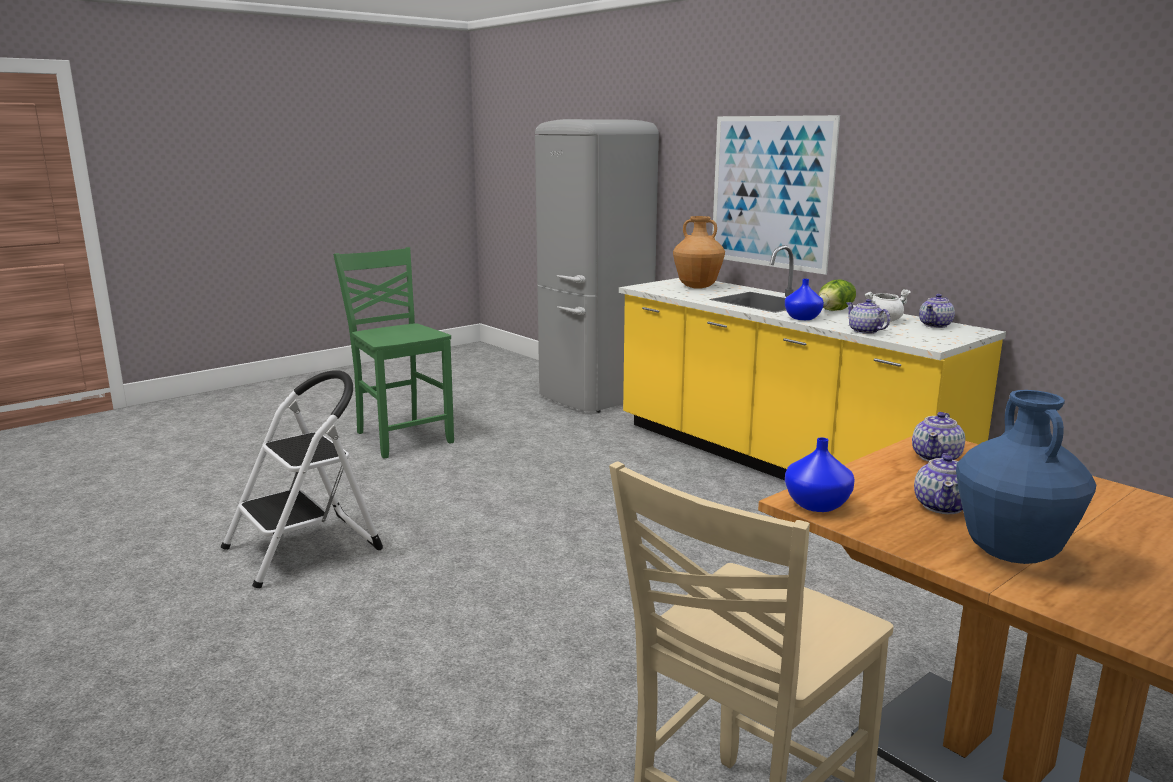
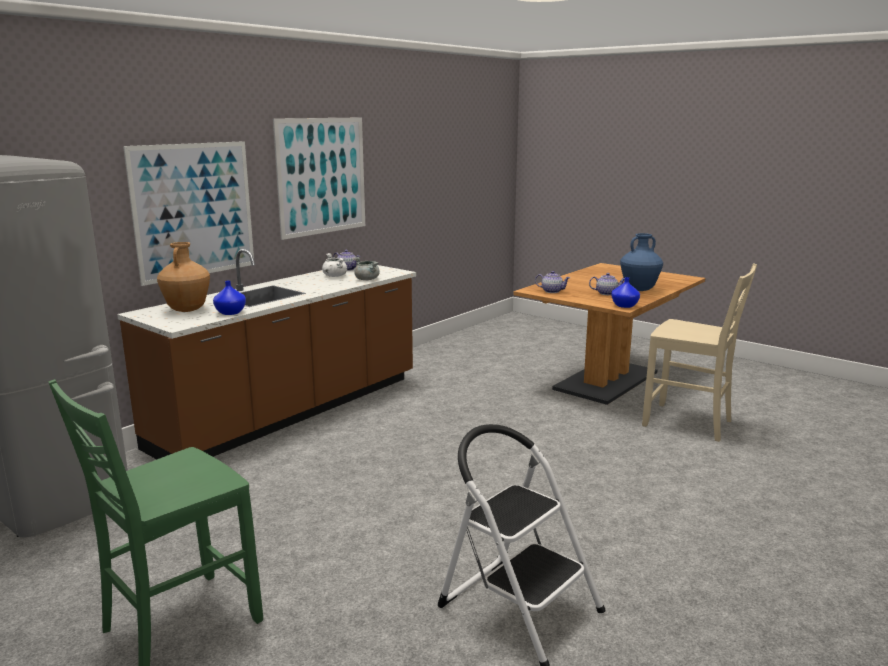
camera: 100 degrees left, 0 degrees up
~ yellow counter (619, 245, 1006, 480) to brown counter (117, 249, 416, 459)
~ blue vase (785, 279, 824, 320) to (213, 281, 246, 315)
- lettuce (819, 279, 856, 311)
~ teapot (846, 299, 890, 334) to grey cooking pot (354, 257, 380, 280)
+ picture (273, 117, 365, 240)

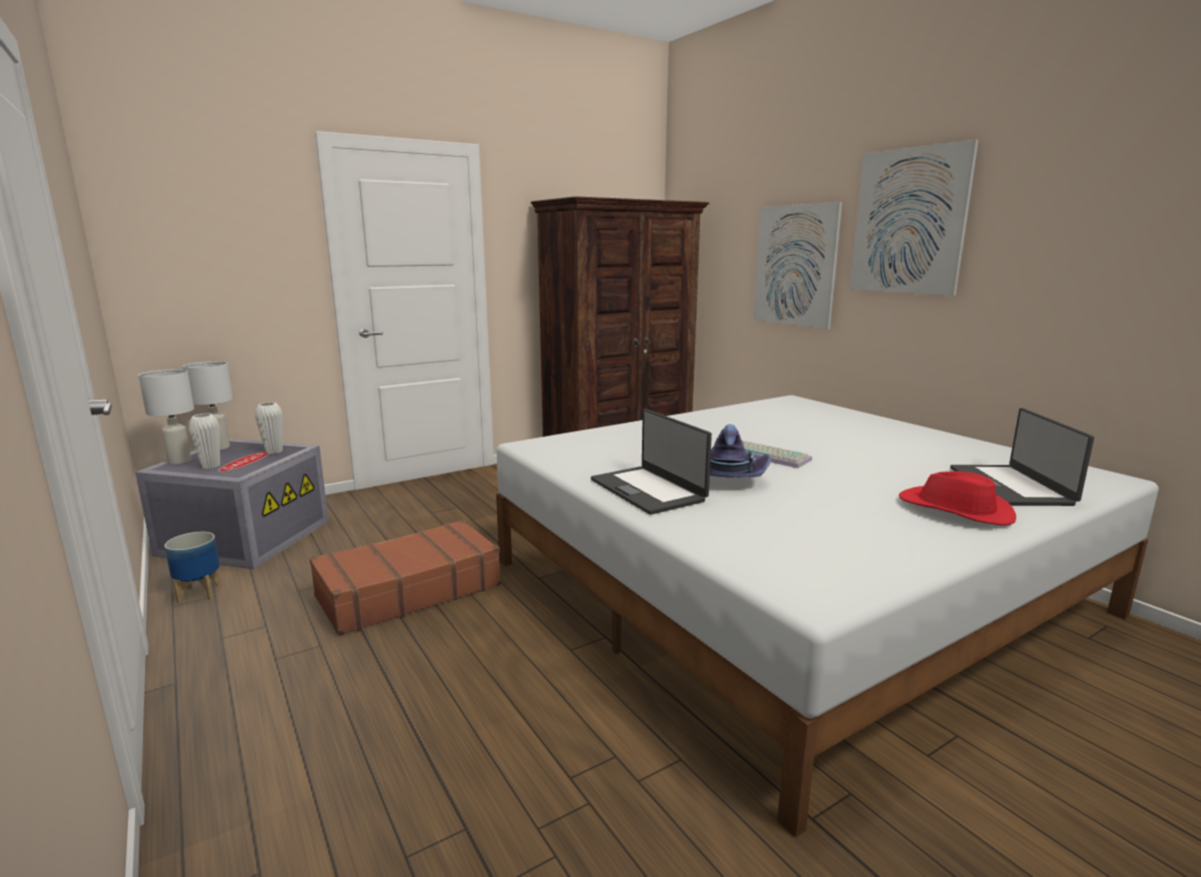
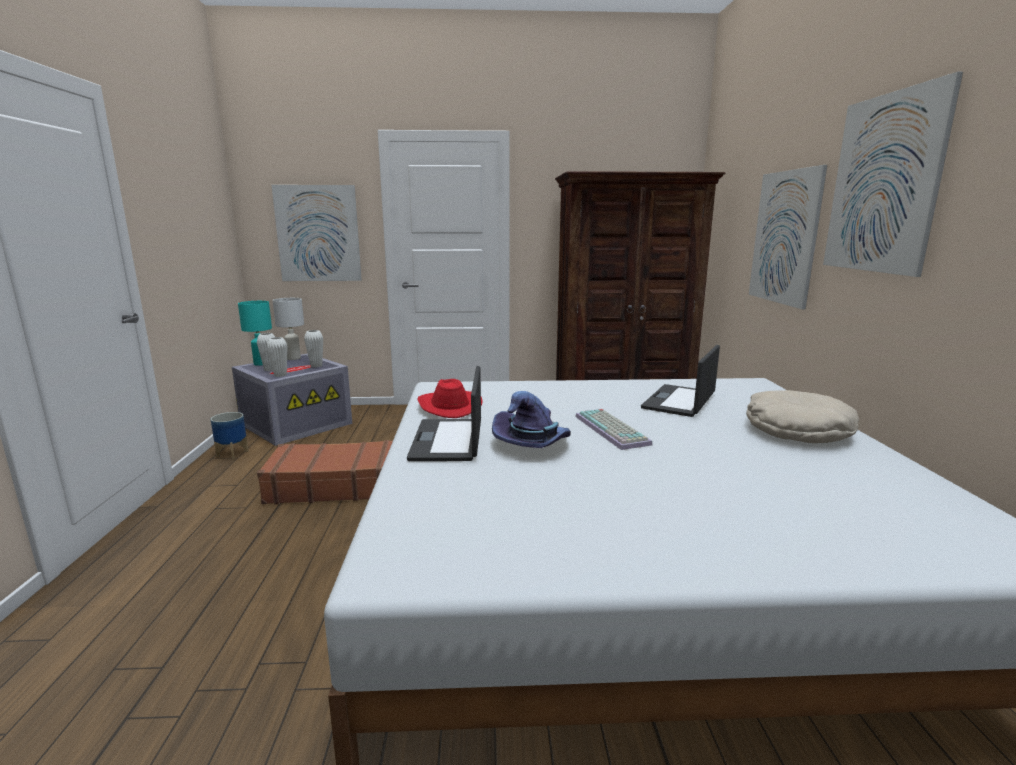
camera: 30 degrees right, 0 degrees up
~ white table lamp (138, 369, 194, 464) to turquoise table lamp (238, 301, 272, 366)
~ laptop (950, 408, 1094, 506) to (641, 345, 720, 417)
~ red hat (899, 471, 1016, 526) to (418, 379, 483, 418)
+ picture (271, 185, 362, 281)
+ white vase (267, 337, 287, 377)
+ beige pillow (746, 390, 859, 443)

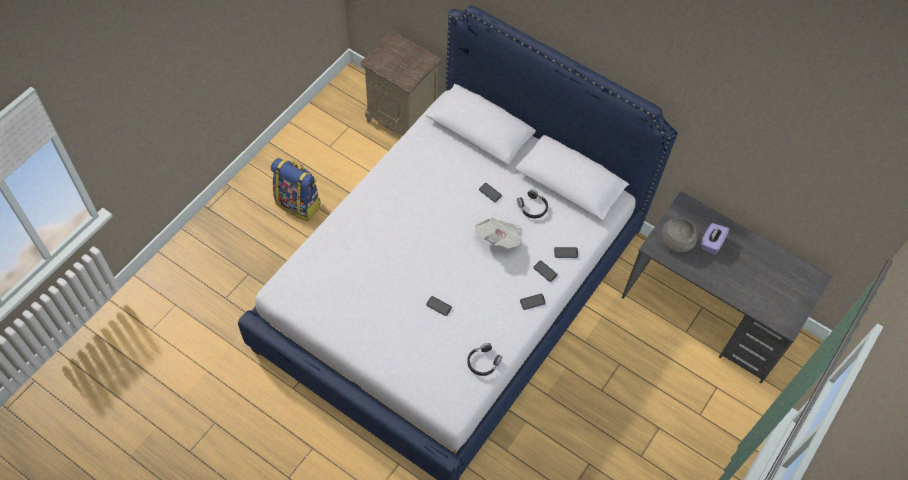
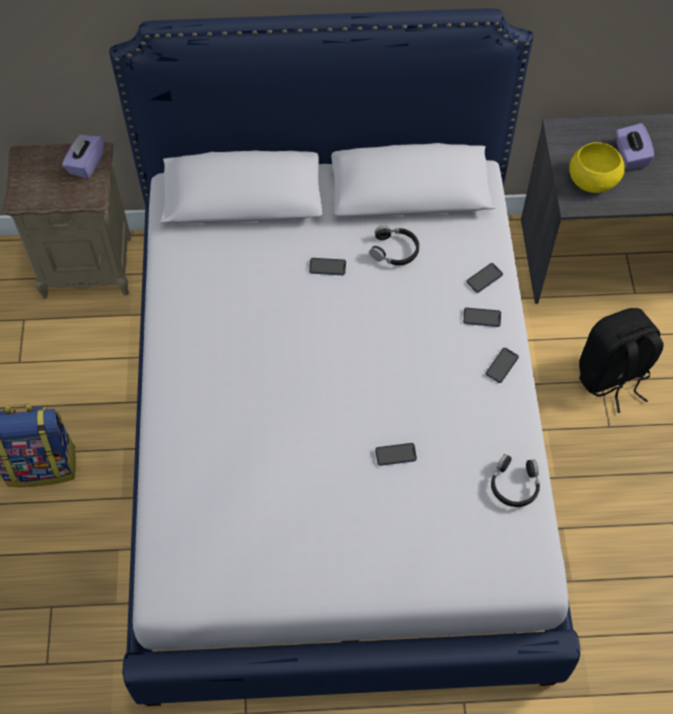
camera: 35 degrees left, 0 degrees up
- newspaper (475, 218, 522, 248)
~ grey bowl (661, 218, 698, 252) to yellow bowl (569, 142, 625, 193)
+ purple tissue box (62, 134, 104, 179)
+ black backpack (579, 308, 664, 413)

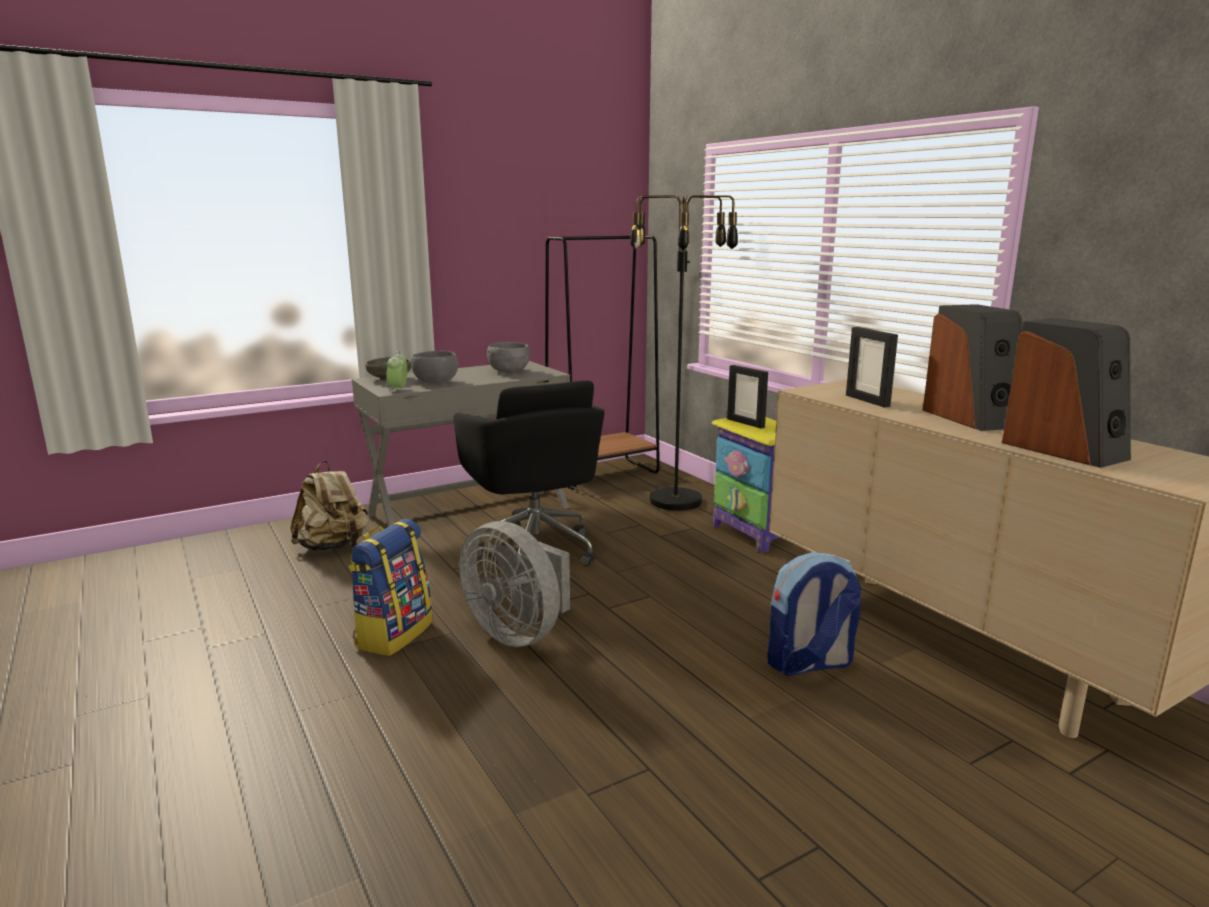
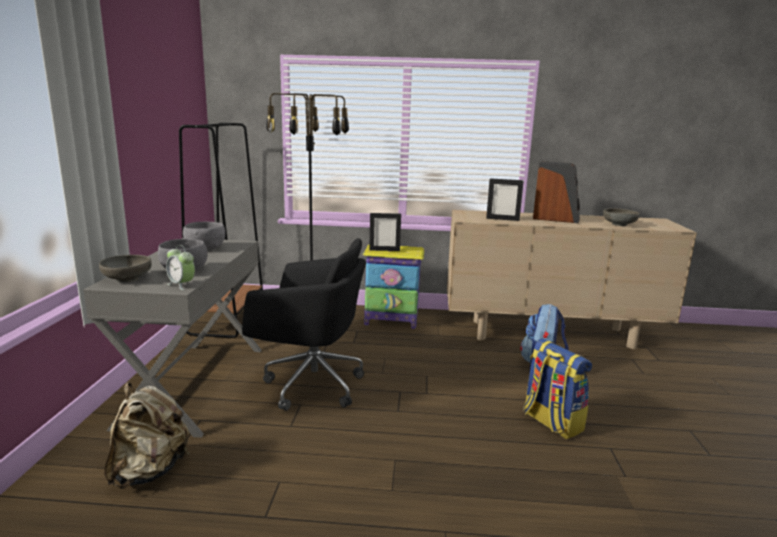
camera: 55 degrees left, 0 degrees up
~ speaker (1002, 318, 1131, 468) to grey bowl (603, 208, 640, 226)
~ backpack (348, 519, 433, 656) to (523, 338, 592, 439)
- grey fan (459, 521, 570, 647)

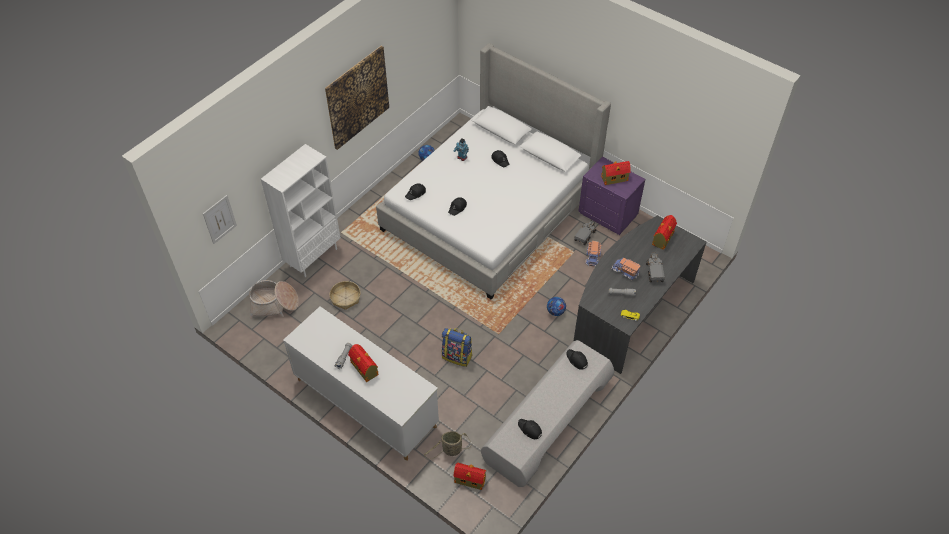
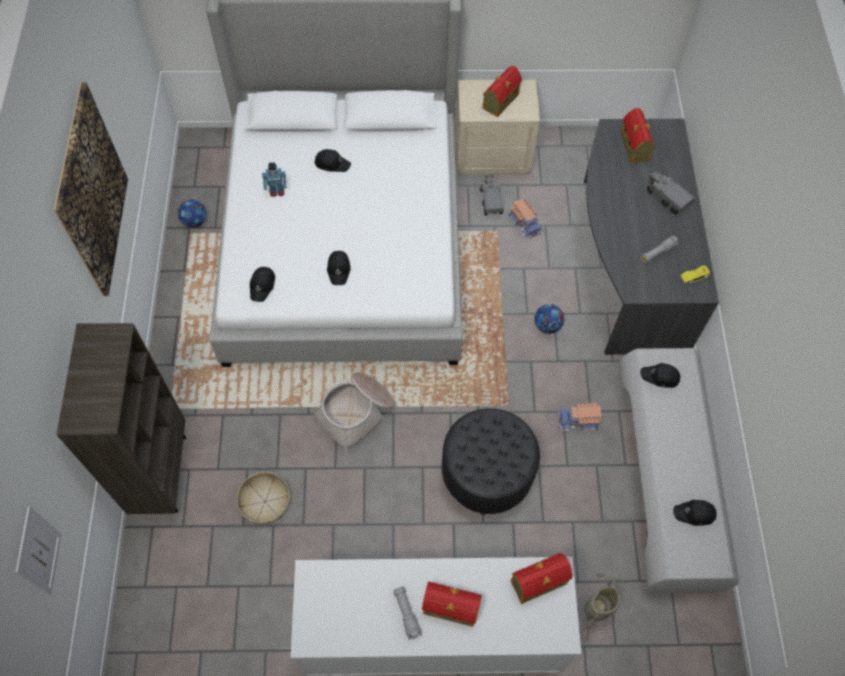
camera: 40 degrees left, 10 degrees up
~ white bookcase (261, 144, 341, 277) to brown bookcase (57, 323, 186, 514)
~ purple nightstand (578, 157, 645, 235) to beige nightstand (455, 80, 540, 175)
~ toy truck (612, 257, 640, 280) to (557, 403, 602, 431)
~ basket (249, 280, 299, 319) to (312, 372, 395, 454)
~ backpack (442, 328, 473, 367) to black ottoman (442, 408, 540, 515)
~ toy house (453, 462, 487, 490) to (510, 553, 572, 604)

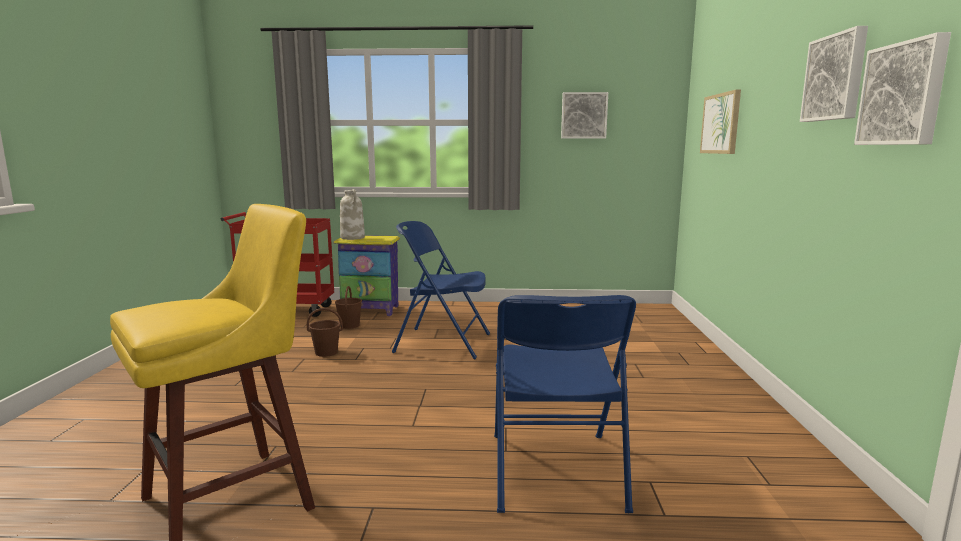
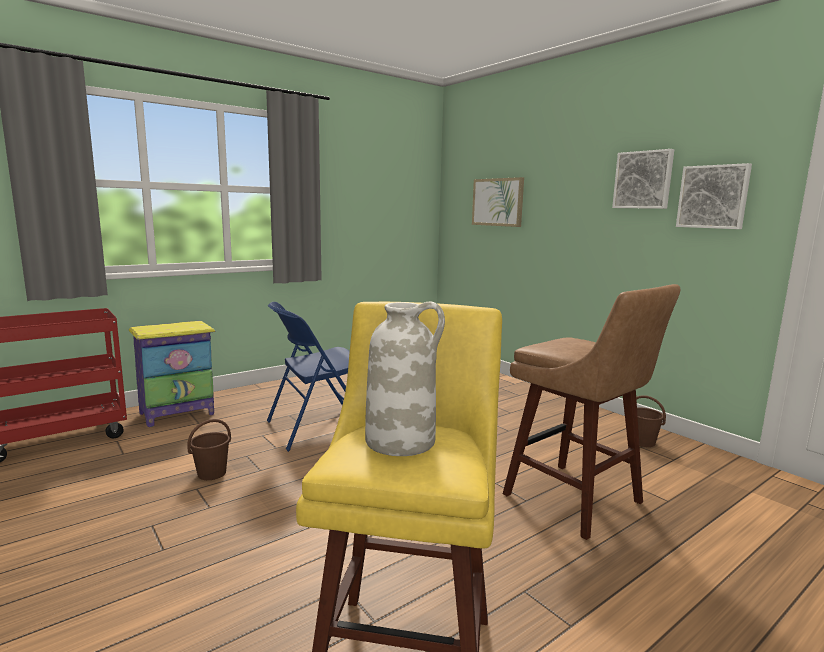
camera: 40 degrees left, 0 degrees up
- picture (561, 92, 608, 139)
~ white vase (340, 189, 365, 240) to (365, 302, 445, 456)
~ brown bucket (335, 286, 362, 329) to (636, 395, 666, 447)
~ blue chair (494, 295, 636, 513) to brown stool (503, 284, 681, 540)

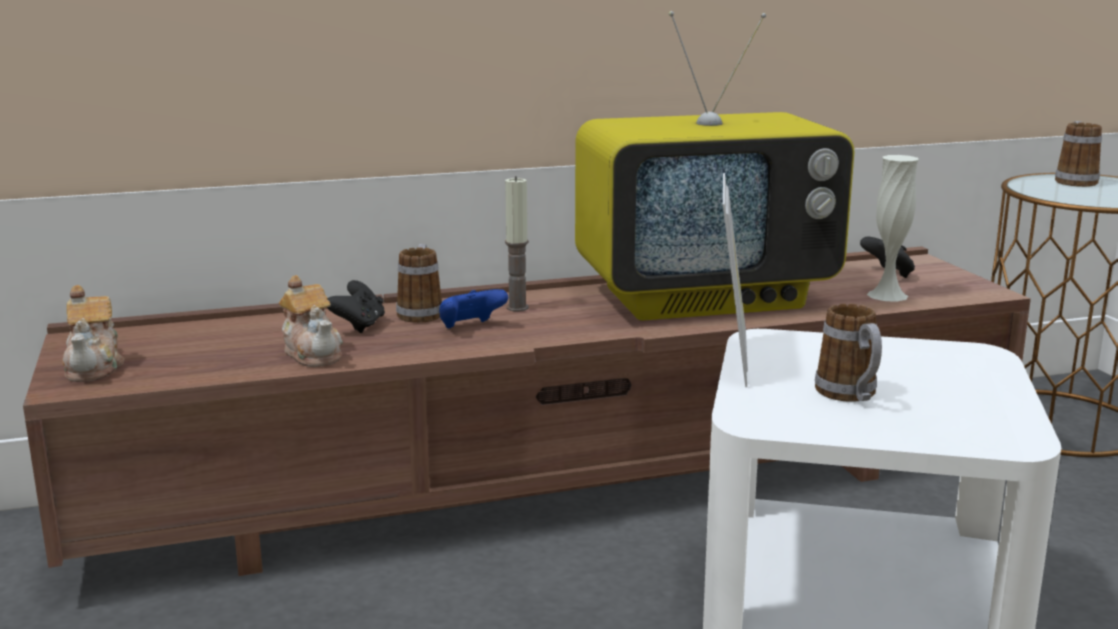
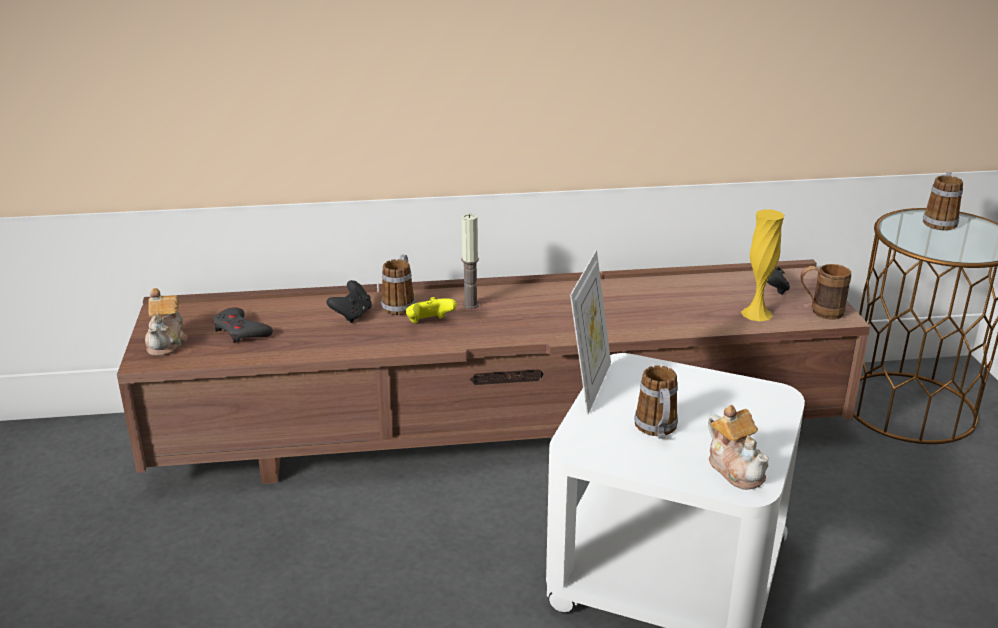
camera: 10 degrees right, 10 degrees up
- television (575, 11, 854, 321)
~ white vase (867, 155, 919, 302) to yellow vase (741, 209, 784, 322)
~ teapot (279, 275, 343, 367) to (708, 405, 769, 490)
~ blue game controller (439, 289, 508, 328) to yellow game controller (406, 297, 457, 323)
+ brown mug (801, 264, 851, 320)
+ grey game controller (213, 308, 273, 343)

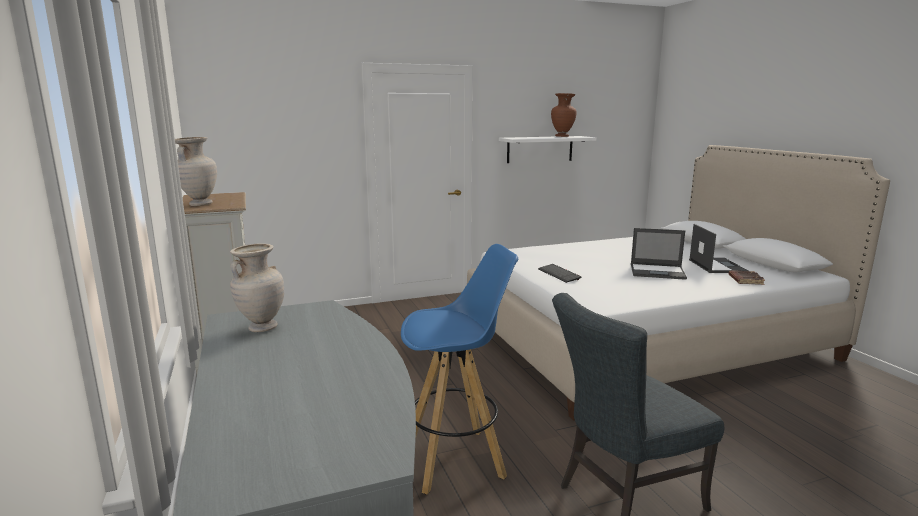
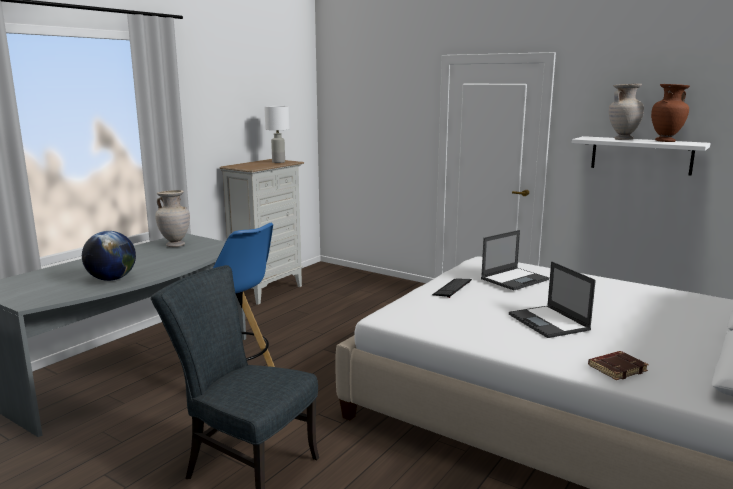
camera: 55 degrees right, 0 degrees up
~ beige vase (175, 137, 217, 206) to (609, 84, 644, 140)
~ laptop (689, 224, 748, 273) to (481, 230, 549, 290)
+ white table lamp (264, 106, 289, 163)
+ globe (82, 231, 136, 281)

